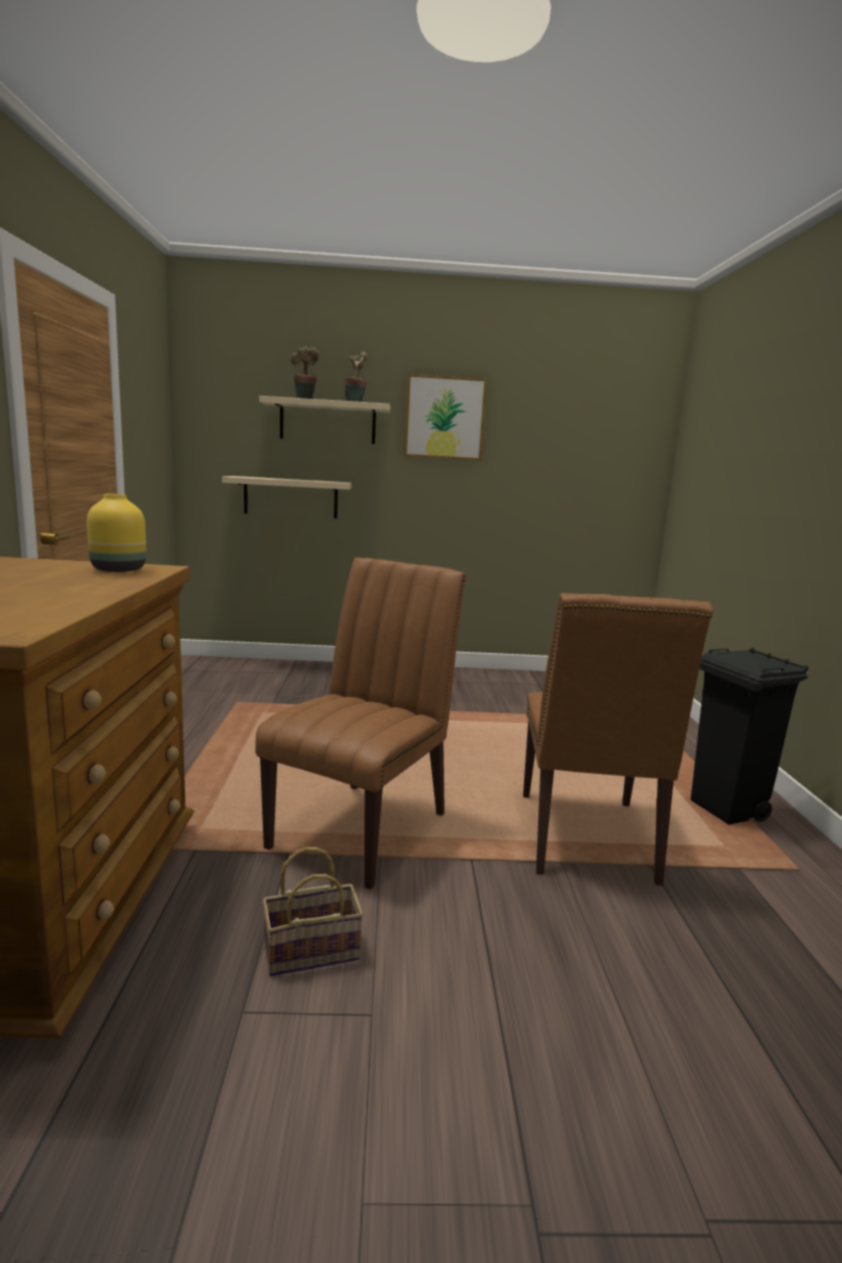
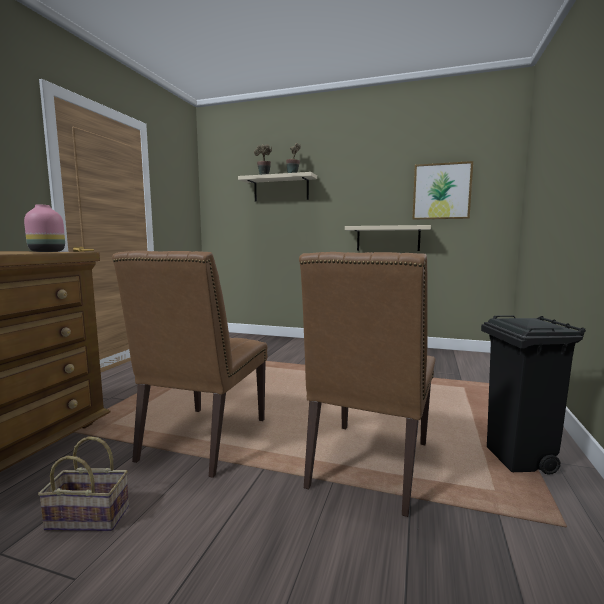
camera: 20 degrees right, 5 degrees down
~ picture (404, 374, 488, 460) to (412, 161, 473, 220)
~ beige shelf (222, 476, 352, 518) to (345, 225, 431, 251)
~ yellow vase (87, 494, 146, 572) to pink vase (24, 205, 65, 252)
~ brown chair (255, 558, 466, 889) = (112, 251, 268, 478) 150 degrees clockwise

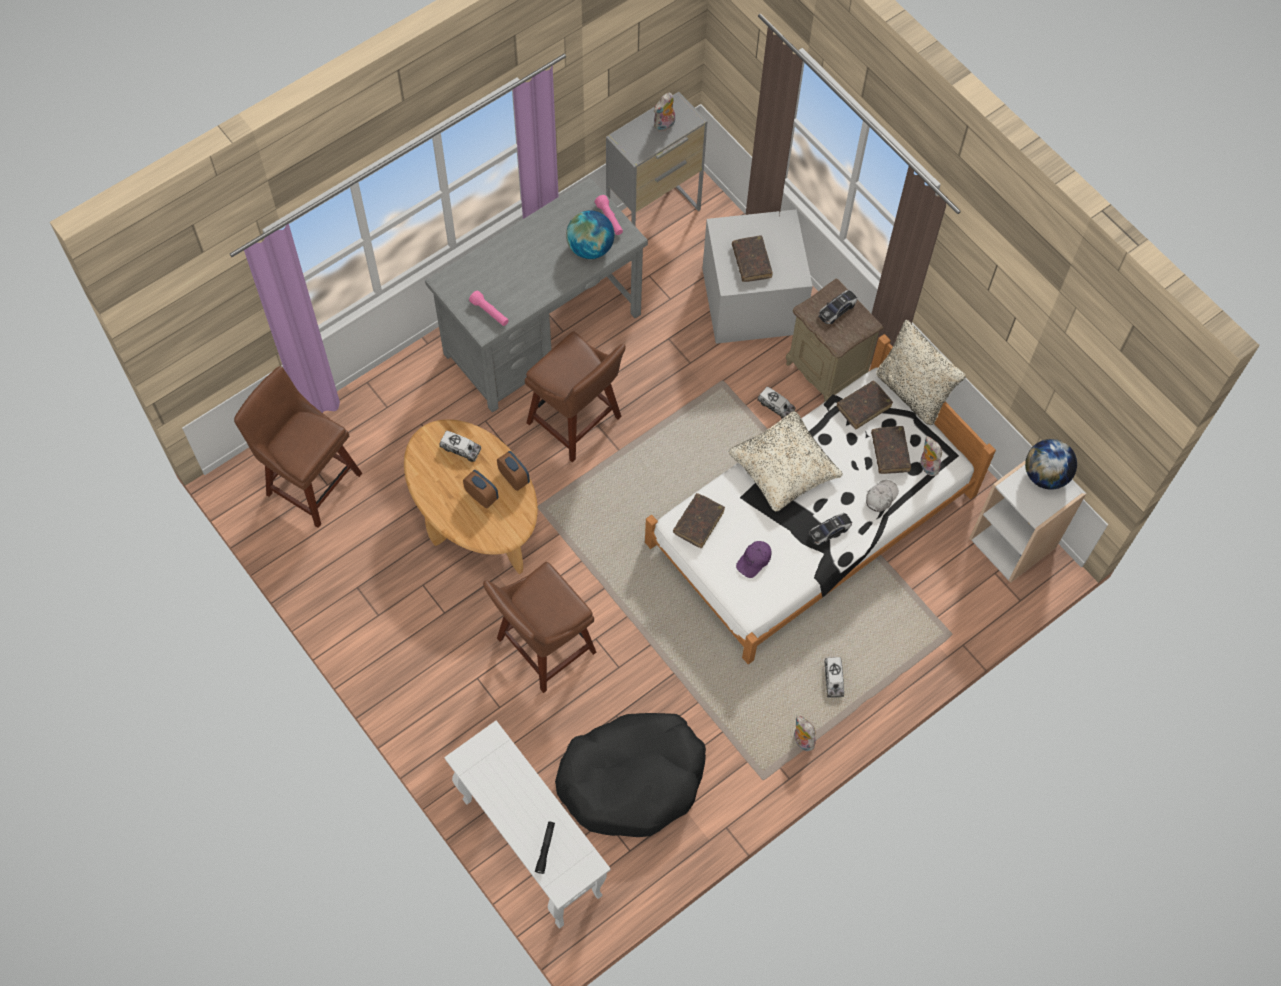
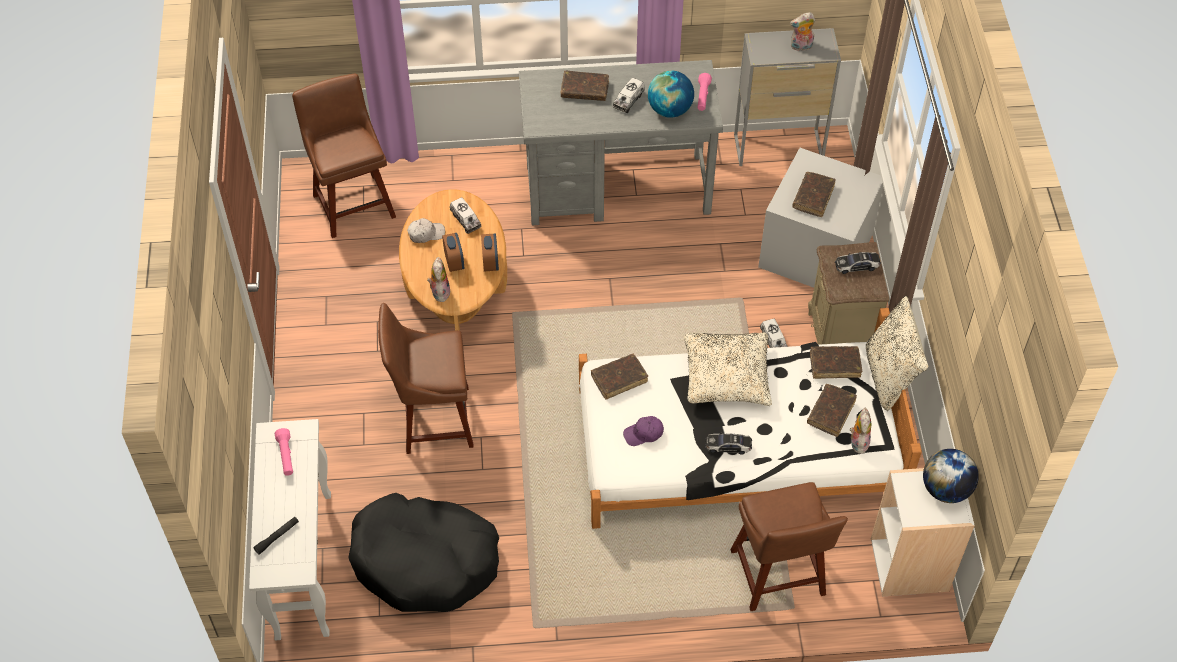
camera: 35 degrees right, 10 degrees down
~ pink flashlight (469, 291, 509, 326) to (275, 428, 293, 476)
~ brown chair (525, 331, 626, 462) to (731, 482, 848, 611)
~ white cap (866, 480, 899, 512) to (407, 218, 445, 243)
~ toy truck (824, 657, 844, 698) to (613, 78, 645, 113)
~ plush toy (794, 715, 816, 751) to (427, 257, 451, 302)
+ brown book (561, 71, 609, 101)

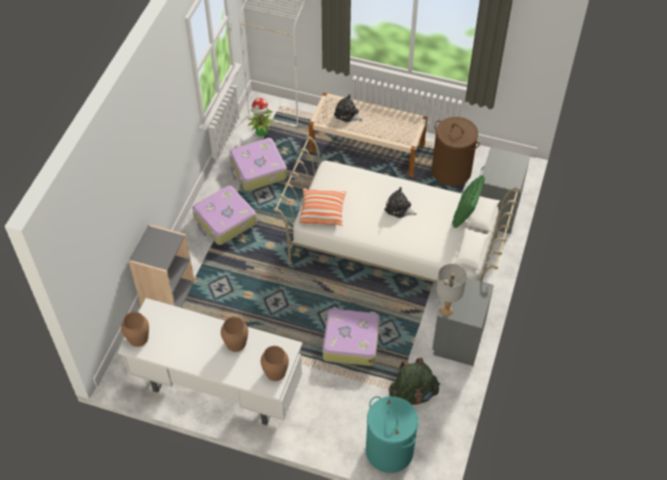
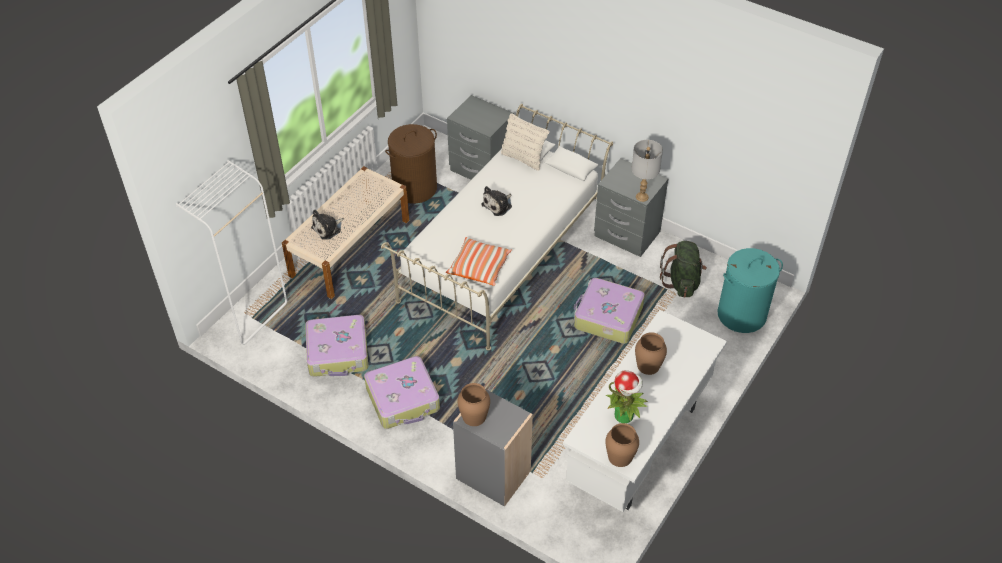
camera: 75 degrees left, 5 degrees down
~ potted plant (247, 98, 274, 137) to (606, 370, 648, 423)
~ green pillow (452, 175, 485, 228) to beige pillow (501, 113, 550, 171)
~ brown vase (261, 346, 289, 381) to (457, 383, 490, 426)

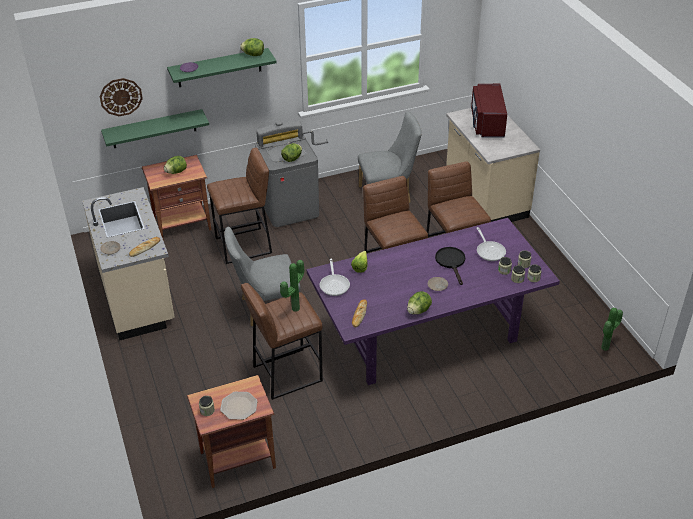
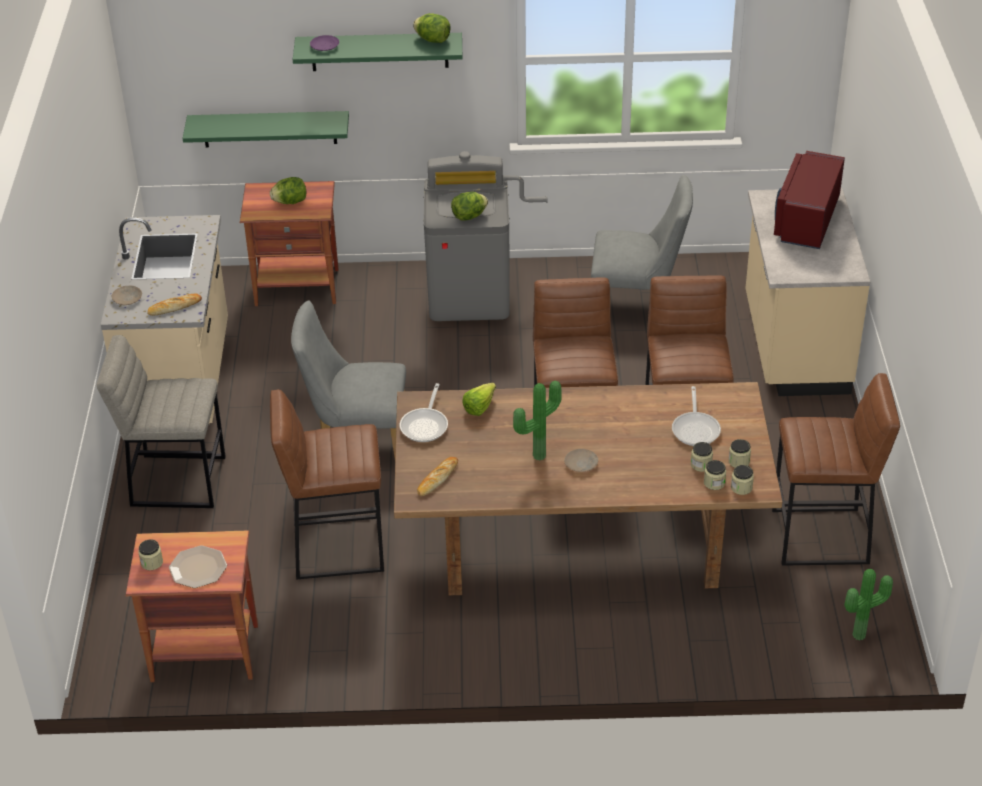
camera: 20 degrees right, 0 degrees up
- wall clock (100, 78, 143, 116)
~ brown stool (207, 148, 272, 264) to (772, 373, 900, 566)
~ purple dining table (307, 218, 560, 385) to brown dining table (394, 382, 782, 595)
- black frying pan (435, 247, 465, 285)
~ potted plant (280, 260, 304, 311) to (513, 381, 562, 461)
- lettuce (407, 291, 432, 314)
+ grey chair (97, 335, 226, 508)

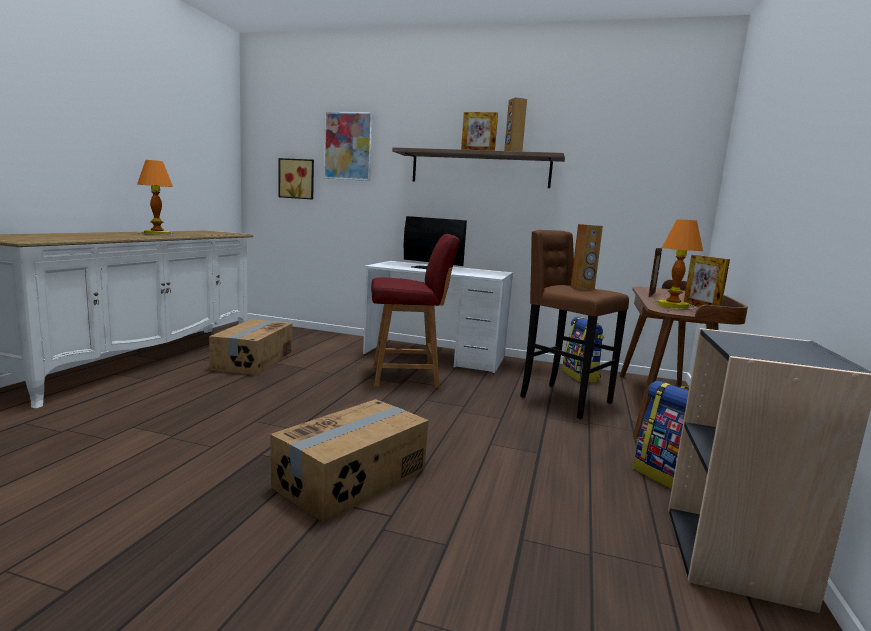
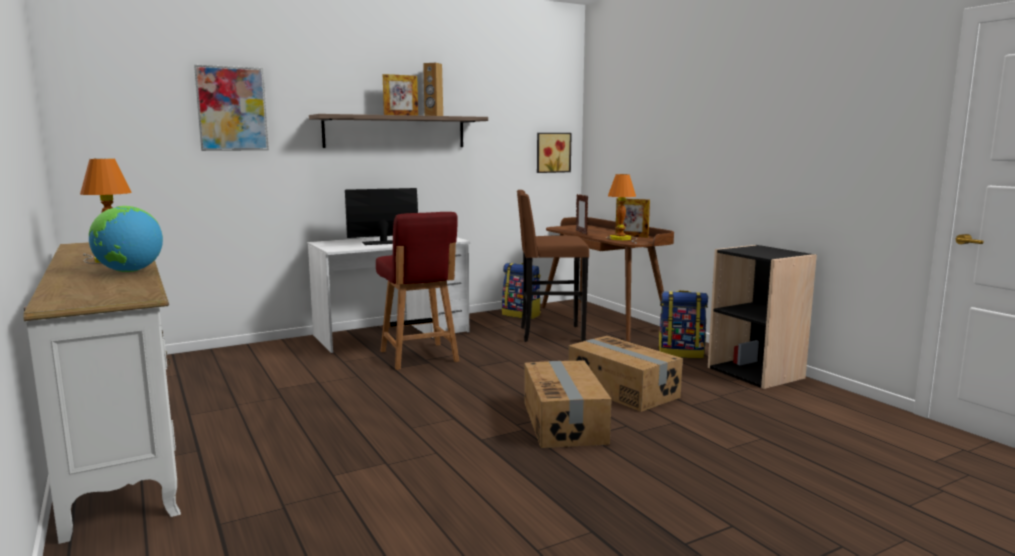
camera: 45 degrees left, 0 degrees up
~ picture (278, 158, 314, 199) to (537, 133, 572, 173)
- brown speaker (571, 224, 603, 290)
~ red chair (371, 234, 459, 388) = (376, 212, 459, 370) 120 degrees clockwise
~ cardboard box (209, 319, 292, 375) to (568, 336, 683, 412)
+ globe (89, 206, 163, 272)

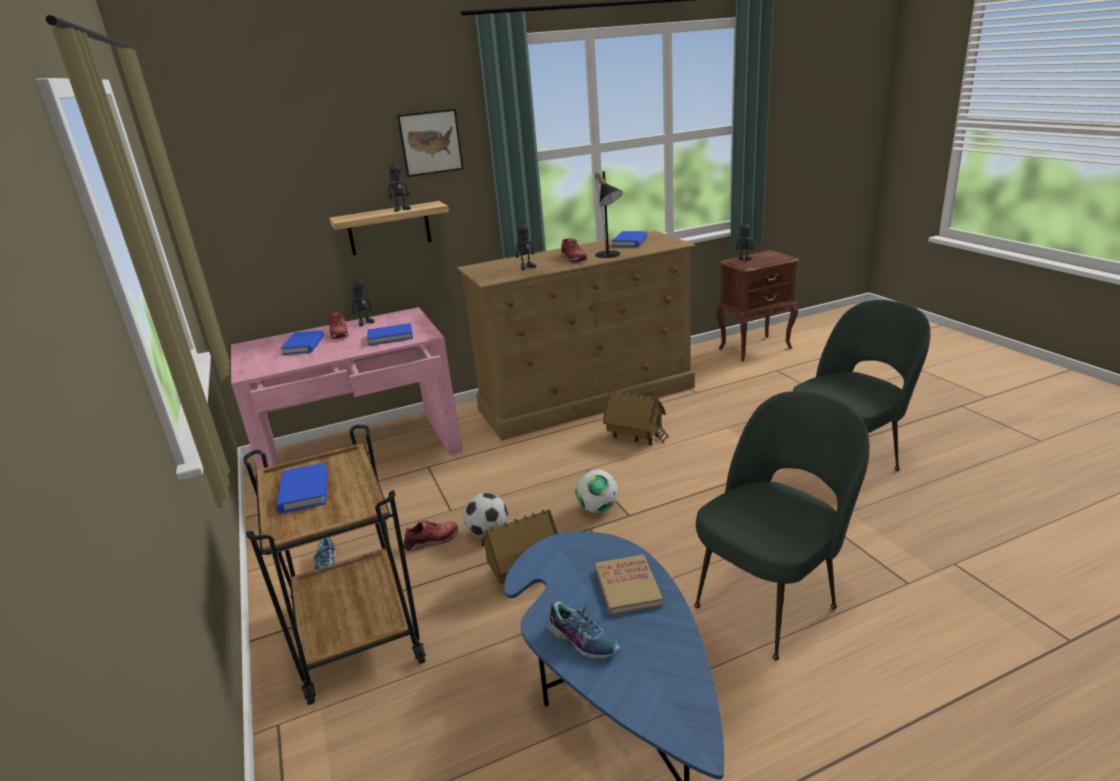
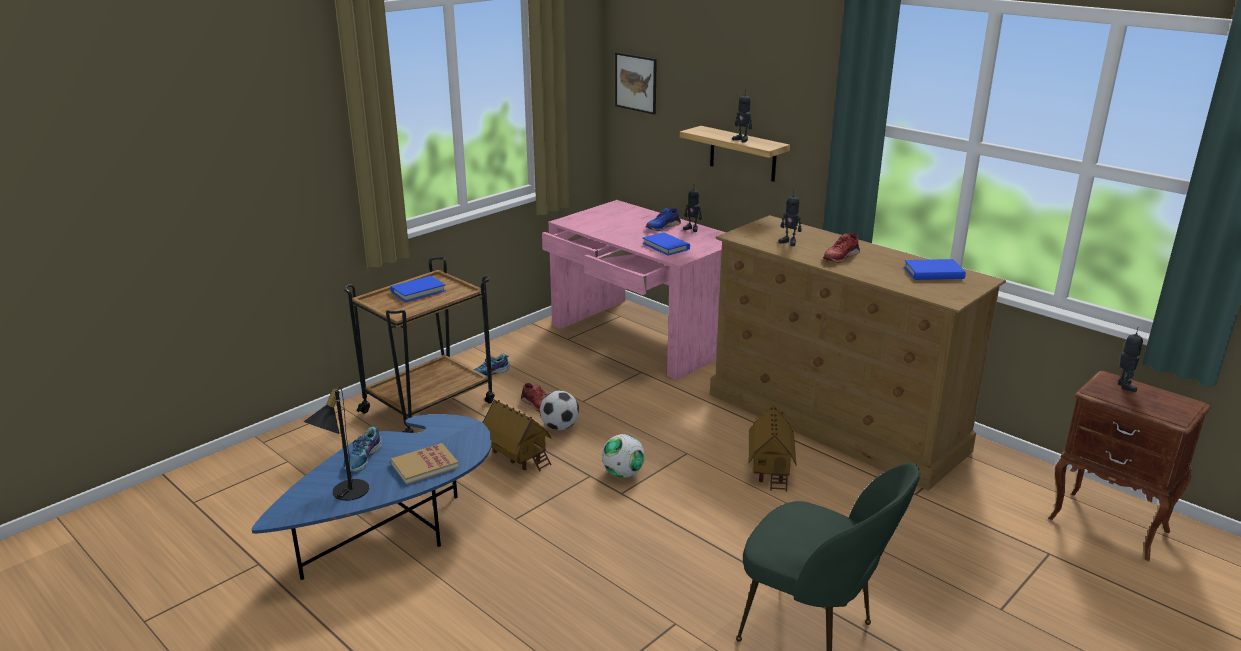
camera: 65 degrees right, 0 degrees up
~ picture (397, 109, 464, 177) to (615, 53, 657, 114)
~ black table lamp (595, 171, 623, 258) to (303, 387, 369, 501)
~ red shoe (330, 311, 349, 339) to blue shoe (646, 208, 681, 231)
- blue book (280, 330, 324, 355)
- green chair (694, 391, 870, 660)

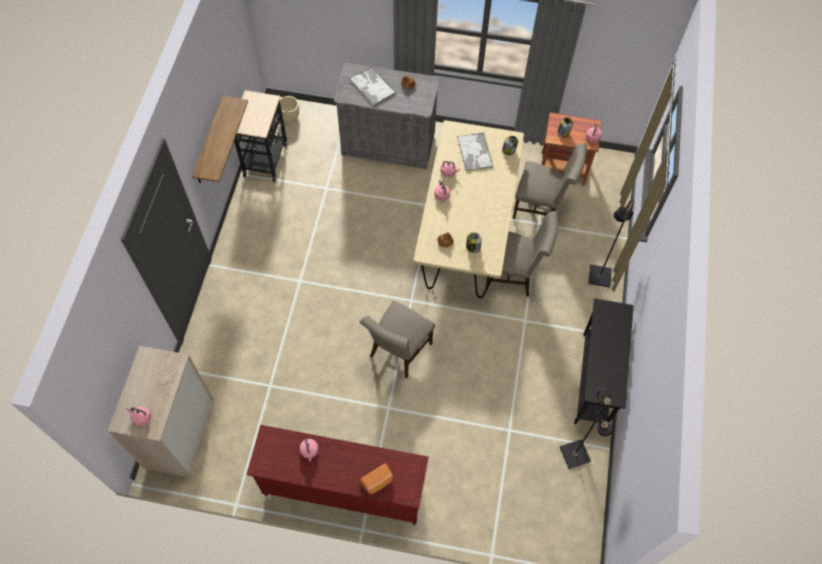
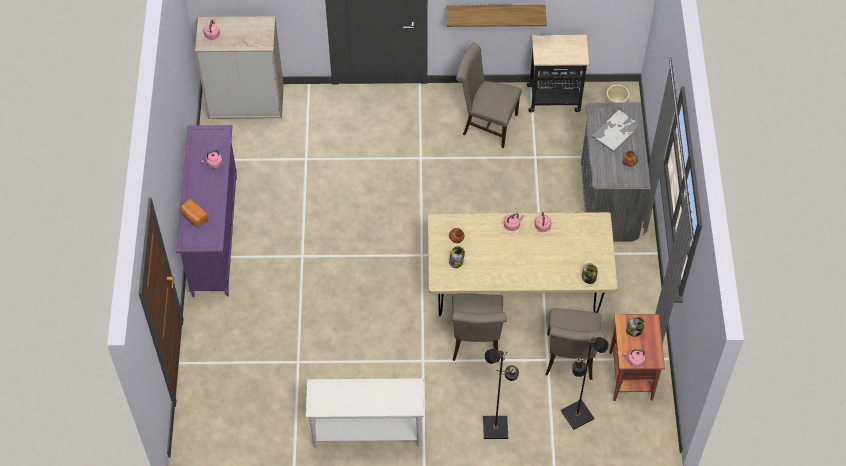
camera: 80 degrees right, 5 degrees down
- tray (457, 133, 493, 171)
~ black console table (574, 298, 634, 424) to white console table (306, 378, 424, 448)
~ beige chair (360, 301, 435, 378) to (456, 42, 522, 148)
~ black floor lamp (560, 388, 613, 469) to (561, 337, 609, 430)
~ red dresser (246, 425, 429, 525) to purple dresser (176, 125, 237, 297)

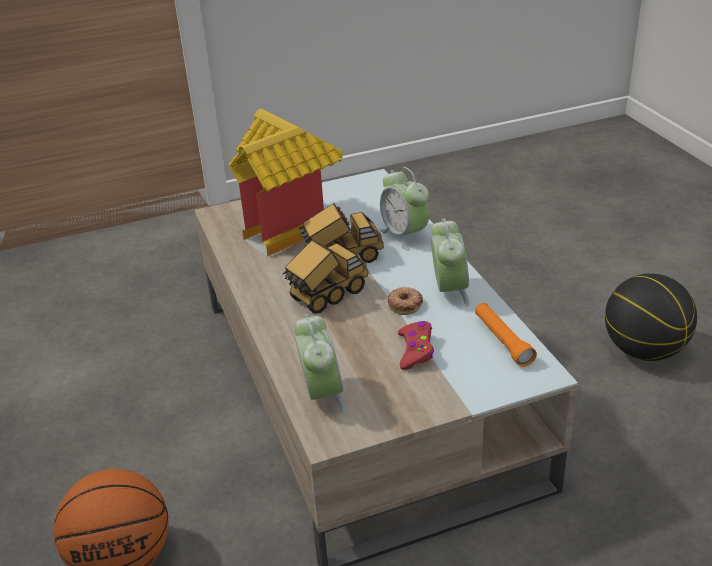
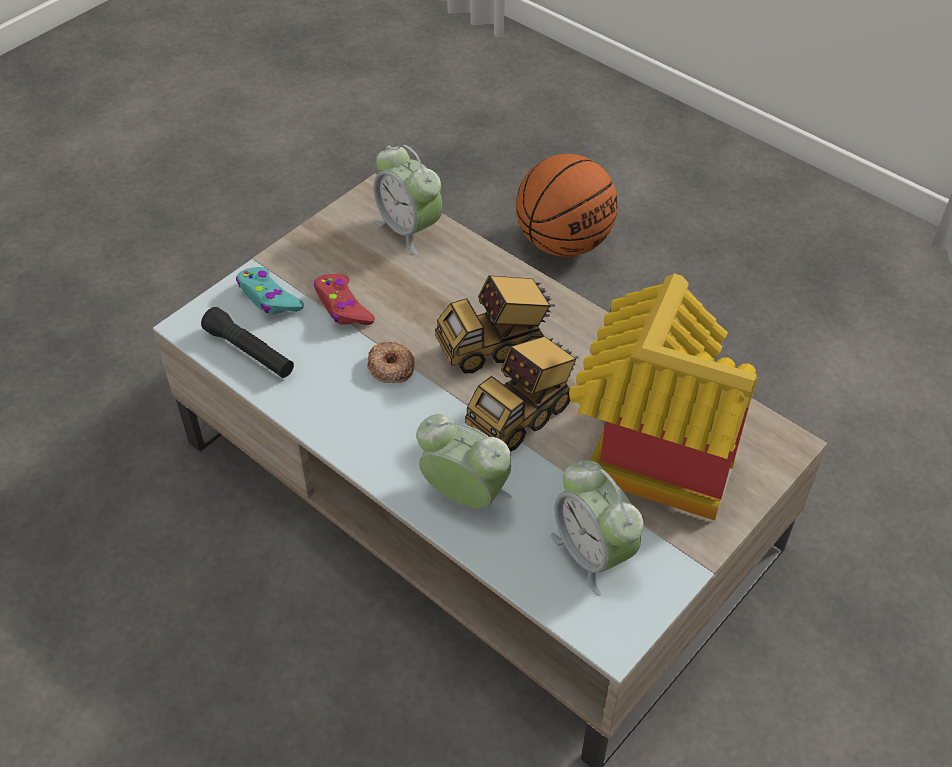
camera: 150 degrees right, 15 degrees up
~ alarm clock (431, 218, 470, 306) to (550, 460, 643, 596)
~ toy truck (283, 239, 368, 314) = (435, 276, 555, 373) 45 degrees clockwise
- basketball (605, 273, 697, 361)
~ orange flashlight (475, 303, 537, 367) to black flashlight (201, 307, 294, 378)
+ turquoise game controller (236, 267, 304, 315)

